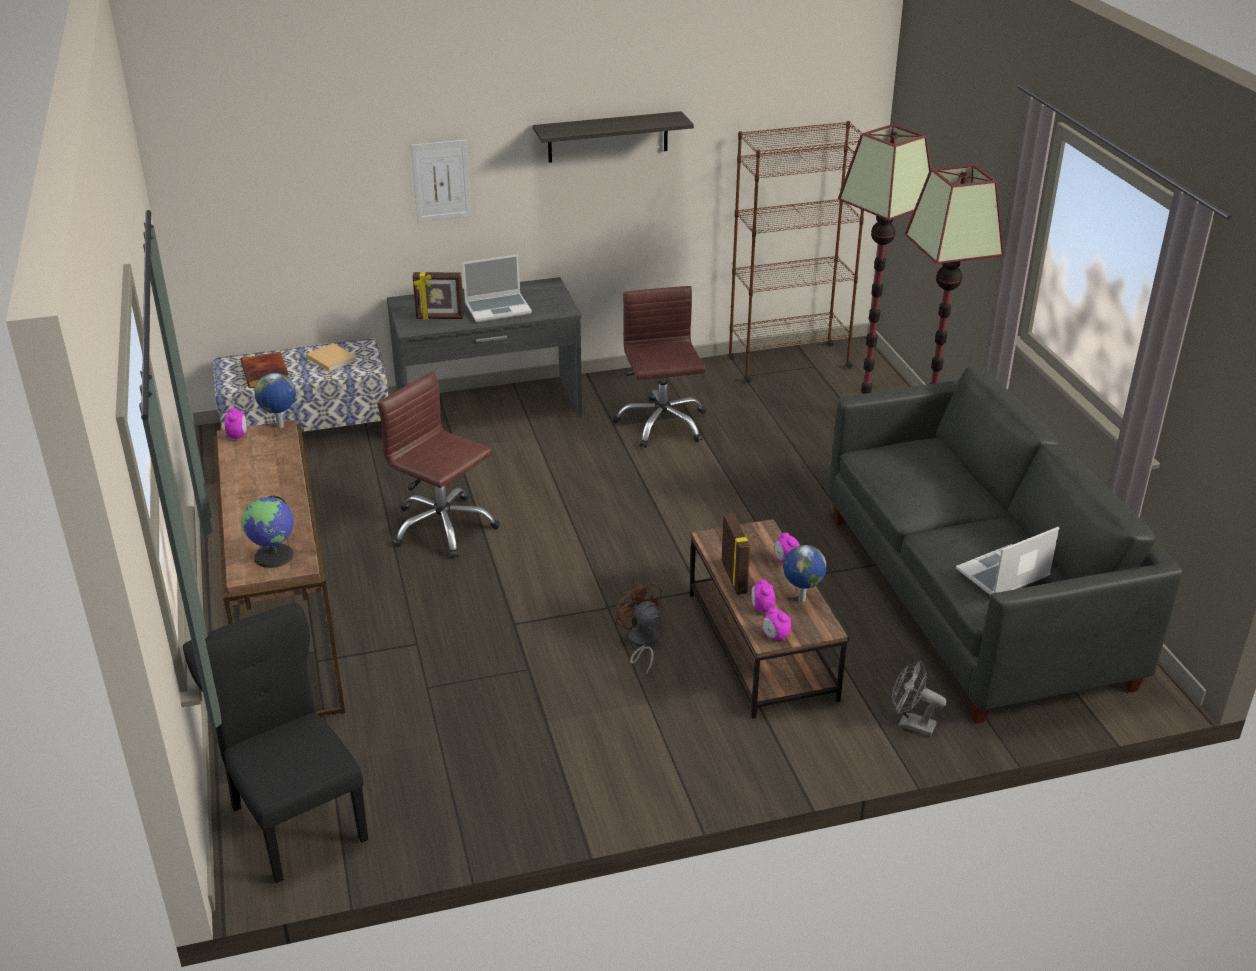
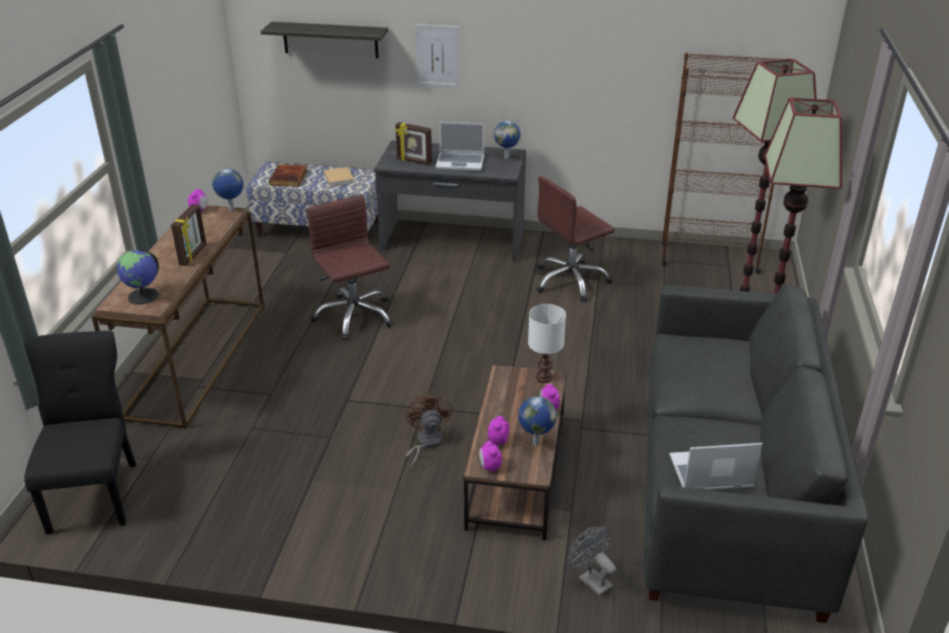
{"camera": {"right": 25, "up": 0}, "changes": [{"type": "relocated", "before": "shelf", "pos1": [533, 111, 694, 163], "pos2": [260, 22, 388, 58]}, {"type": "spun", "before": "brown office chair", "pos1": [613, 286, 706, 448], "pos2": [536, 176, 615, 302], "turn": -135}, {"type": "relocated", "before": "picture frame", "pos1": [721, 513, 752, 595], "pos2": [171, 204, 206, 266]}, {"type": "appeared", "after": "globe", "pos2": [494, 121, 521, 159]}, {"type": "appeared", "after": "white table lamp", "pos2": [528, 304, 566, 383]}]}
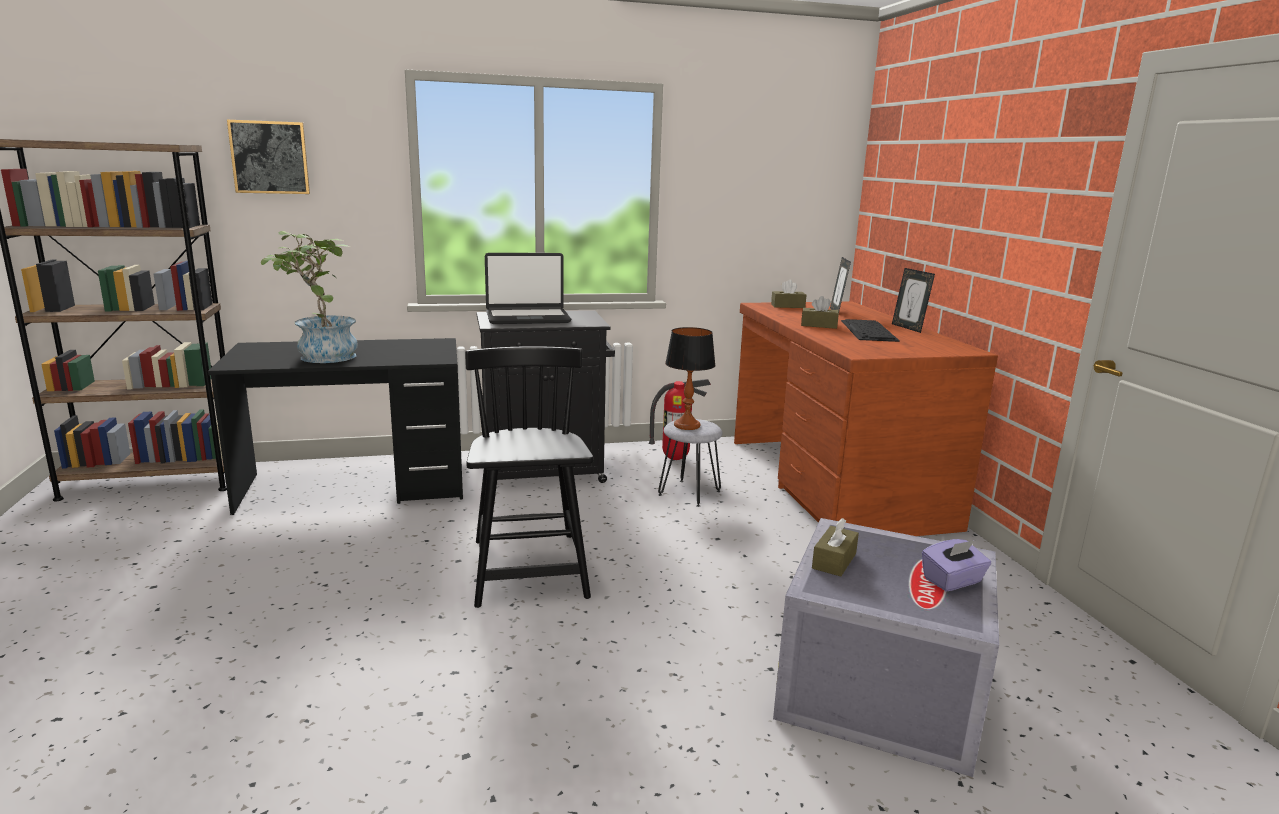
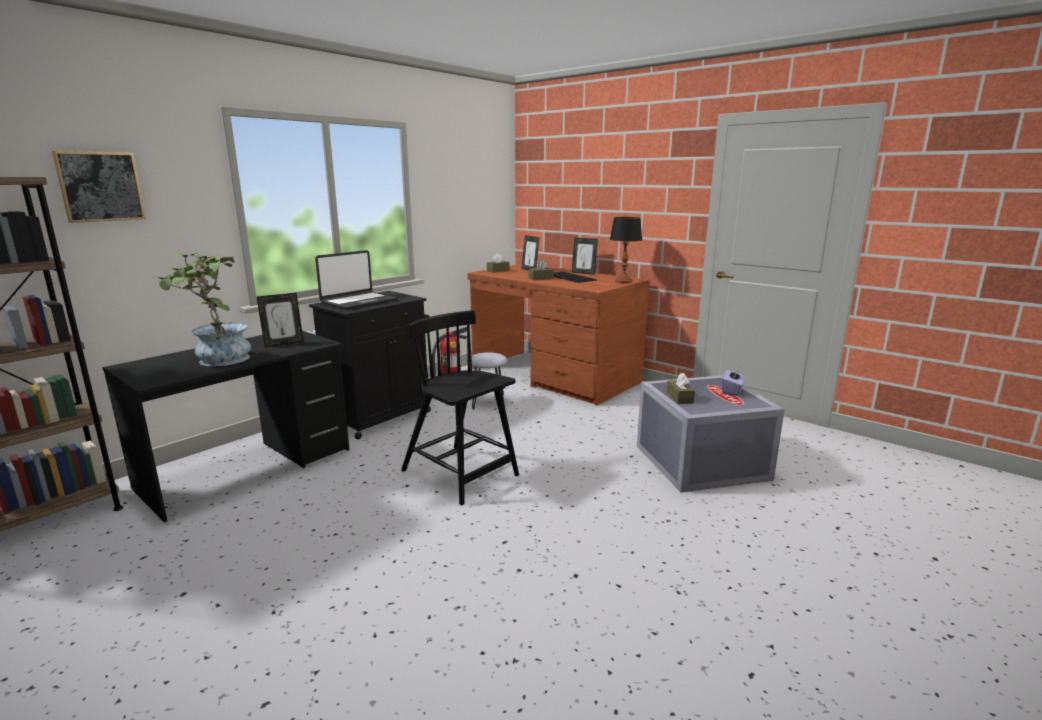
{"camera": {"right": -35, "up": 0}, "changes": [{"type": "relocated", "before": "table lamp", "pos1": [665, 327, 716, 430], "pos2": [610, 217, 642, 283]}, {"type": "appeared", "after": "picture frame", "pos2": [257, 293, 304, 347]}]}
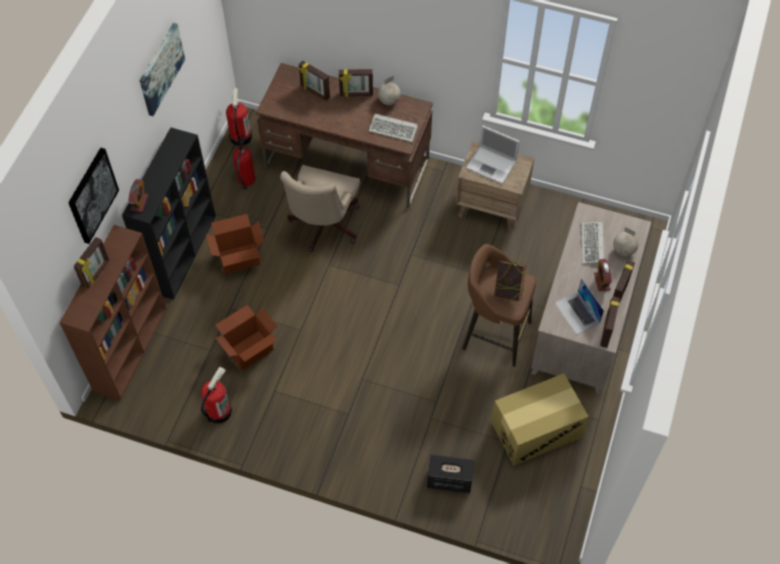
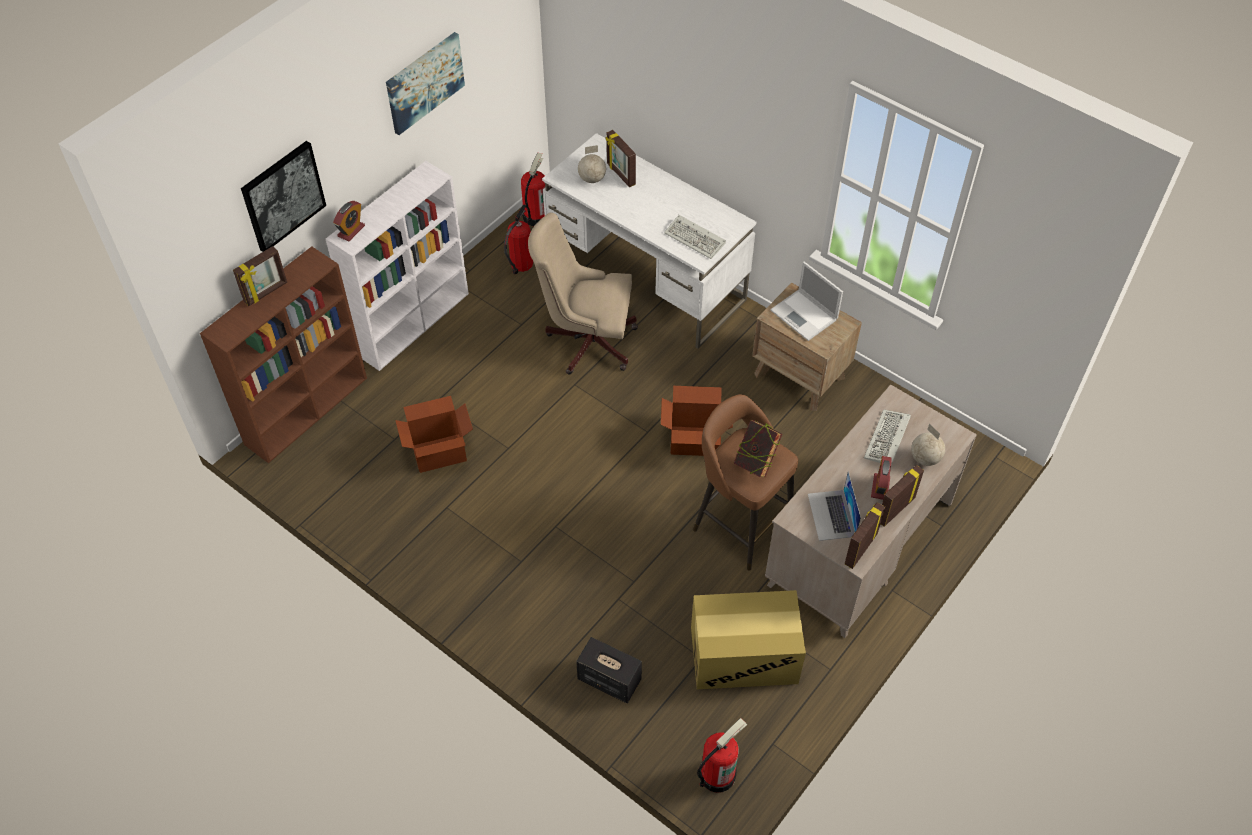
{"camera": {"right": 20, "up": -5}, "changes": [{"type": "colour", "before": "brown desk", "after": "white desk", "pos1": [256, 63, 433, 208], "pos2": [542, 133, 756, 349]}, {"type": "missing", "before": "picture frame", "pos1": [339, 69, 373, 97]}, {"type": "relocated", "before": "globe", "pos1": [378, 75, 401, 105], "pos2": [578, 145, 606, 183]}, {"type": "colour", "before": "black bookcase", "after": "white bookcase", "pos1": [122, 127, 216, 300], "pos2": [326, 161, 469, 371]}, {"type": "spun", "before": "beige office chair", "pos1": [280, 165, 360, 252], "pos2": [528, 213, 638, 375], "turn": 60}, {"type": "relocated", "before": "cardboard box", "pos1": [206, 214, 265, 274], "pos2": [661, 386, 733, 456]}, {"type": "relocated", "before": "fire extinguisher", "pos1": [201, 366, 232, 423], "pos2": [697, 718, 748, 793]}]}
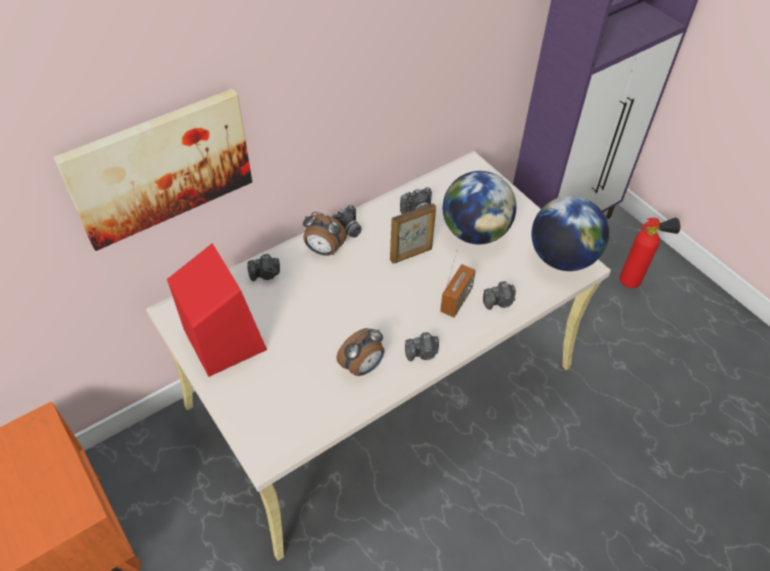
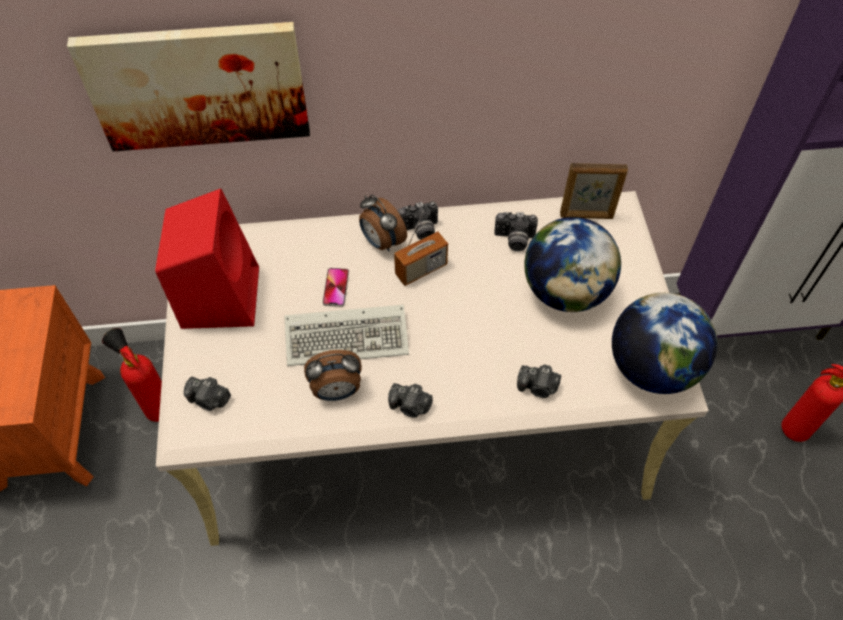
{"camera": {"right": 30, "up": 5}, "changes": [{"type": "relocated", "before": "picture frame", "pos1": [390, 203, 436, 264], "pos2": [560, 163, 628, 219]}, {"type": "relocated", "before": "radio", "pos1": [440, 250, 476, 318], "pos2": [394, 210, 448, 286]}, {"type": "relocated", "before": "photo camera", "pos1": [247, 254, 280, 281], "pos2": [184, 377, 231, 411]}, {"type": "appeared", "after": "phone", "pos2": [322, 268, 349, 307]}, {"type": "appeared", "after": "keyboard", "pos2": [284, 305, 409, 366]}, {"type": "appeared", "after": "fire extinguisher", "pos2": [102, 328, 162, 422]}]}
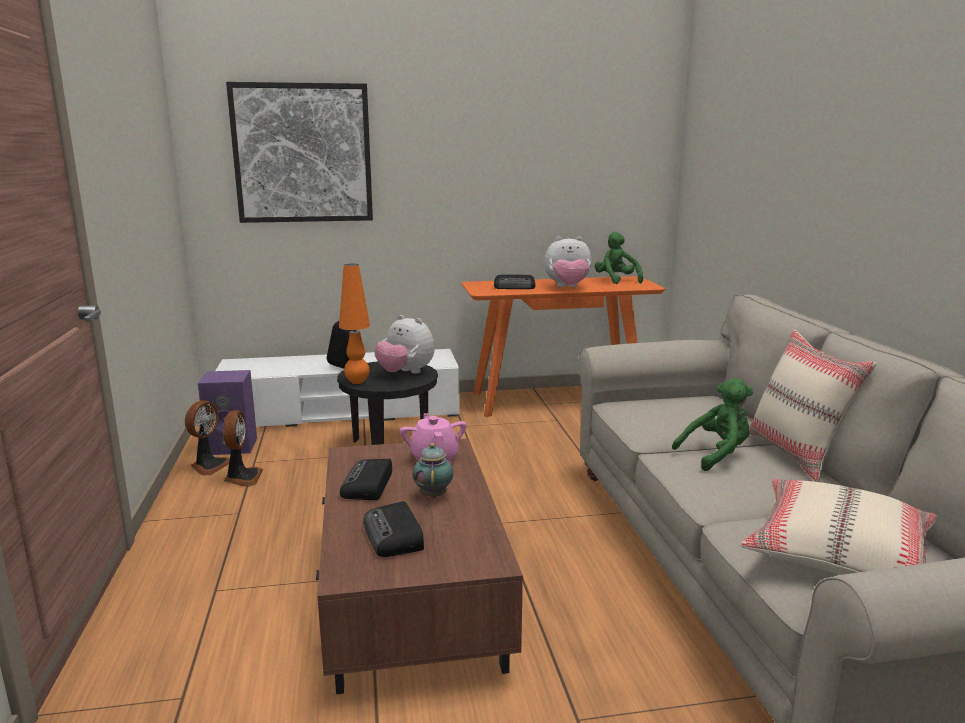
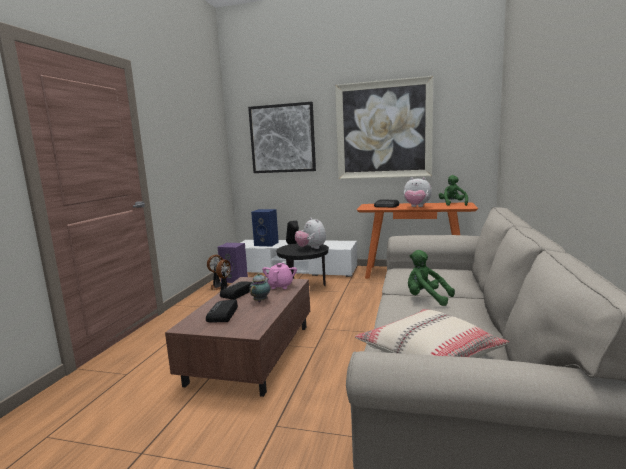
{"camera": {"right": 25, "up": -5}, "changes": [{"type": "missing", "before": "orange table lamp", "pos1": [339, 264, 370, 384]}, {"type": "missing", "before": "beige pillow", "pos1": [749, 330, 877, 482]}, {"type": "spun", "before": "green plush toy", "pos1": [672, 378, 753, 471], "pos2": [408, 250, 455, 306], "turn": -150}, {"type": "appeared", "after": "picture", "pos2": [335, 76, 433, 179]}, {"type": "appeared", "after": "blue speaker", "pos2": [251, 209, 279, 246]}]}
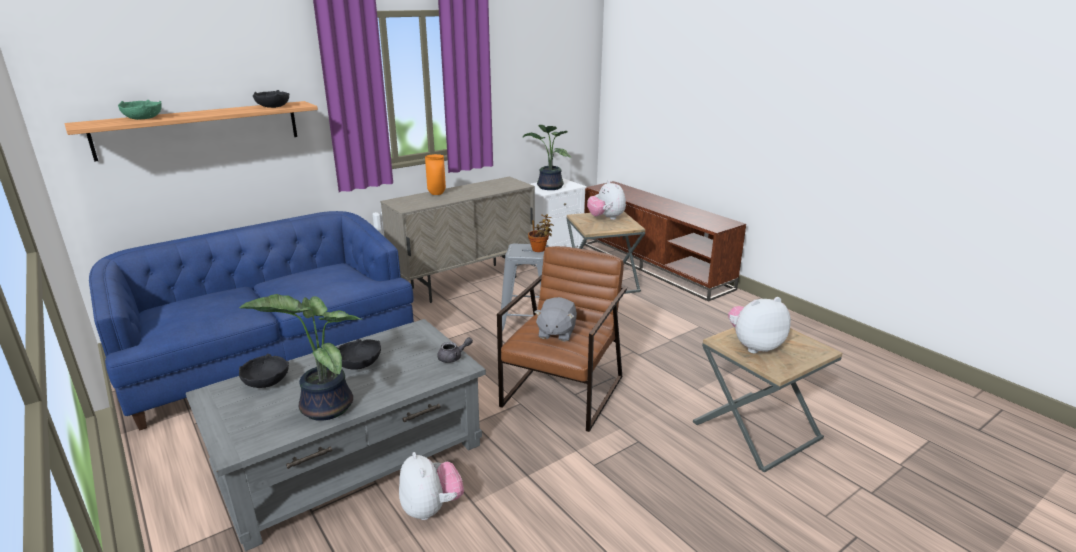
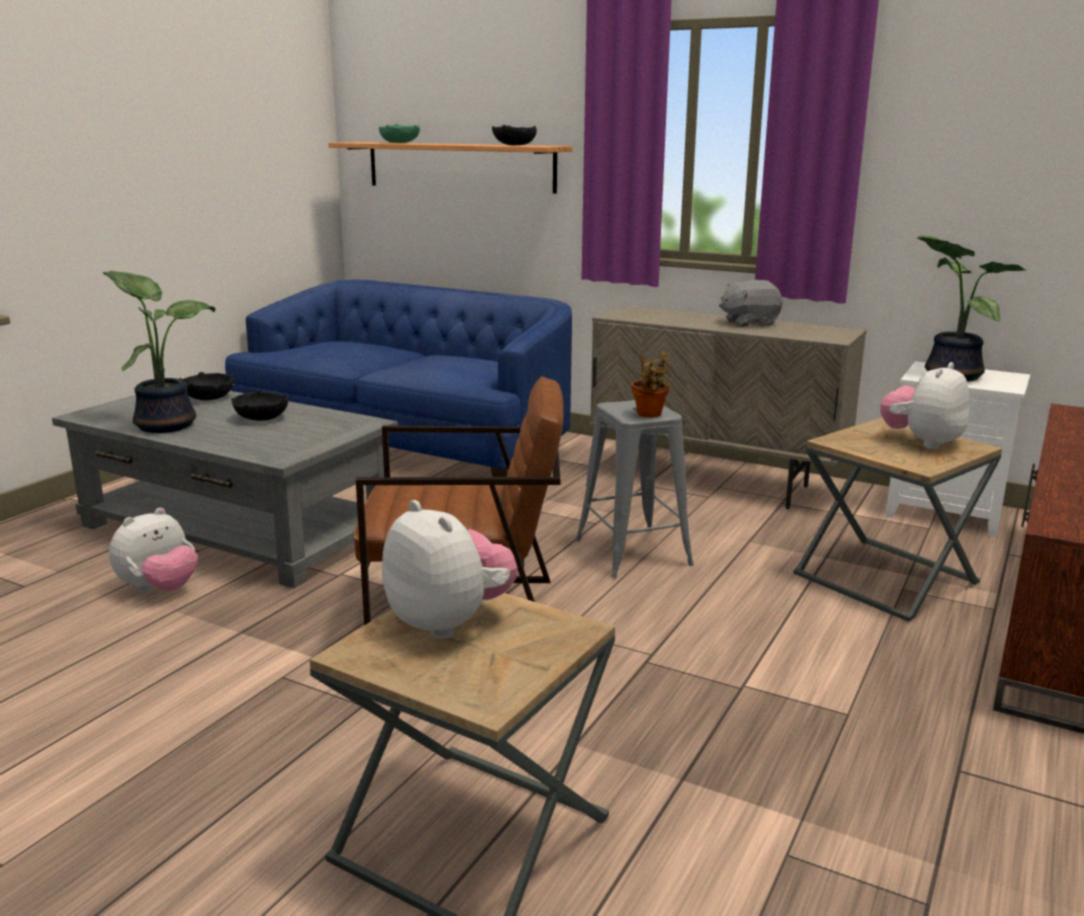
{"camera": {"right": 65, "up": -5}, "changes": [{"type": "missing", "before": "orange vase", "pos1": [425, 154, 446, 195]}, {"type": "relocated", "before": "grey plush toy", "pos1": [534, 297, 577, 341], "pos2": [719, 280, 783, 327]}, {"type": "missing", "before": "grey teapot", "pos1": [437, 337, 473, 363]}]}
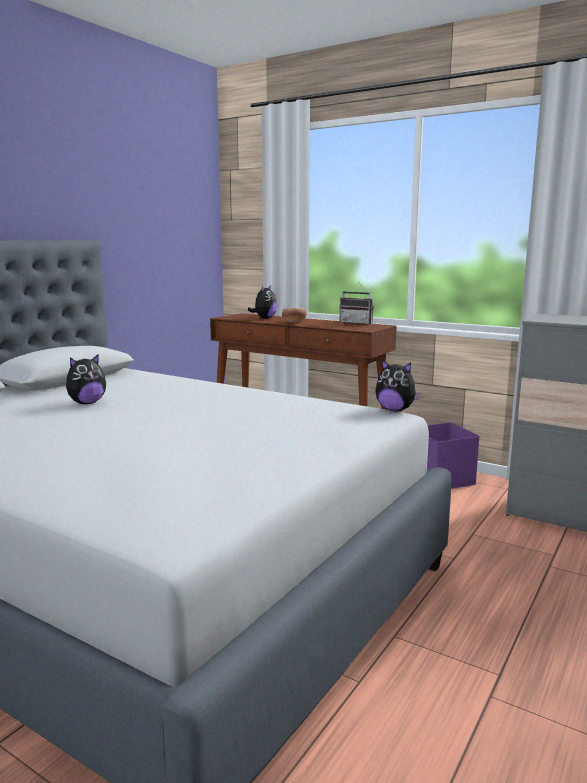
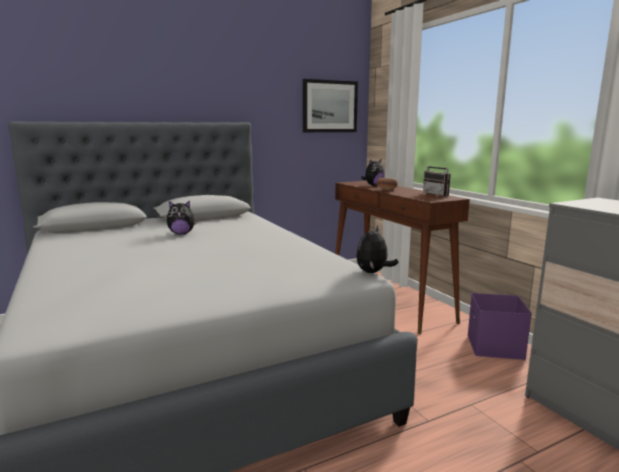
{"camera": {"right": 30, "up": 0}, "changes": [{"type": "spun", "before": "plush toy", "pos1": [375, 360, 422, 411], "pos2": [356, 225, 398, 273], "turn": 60}, {"type": "appeared", "after": "picture", "pos2": [303, 79, 358, 132]}]}
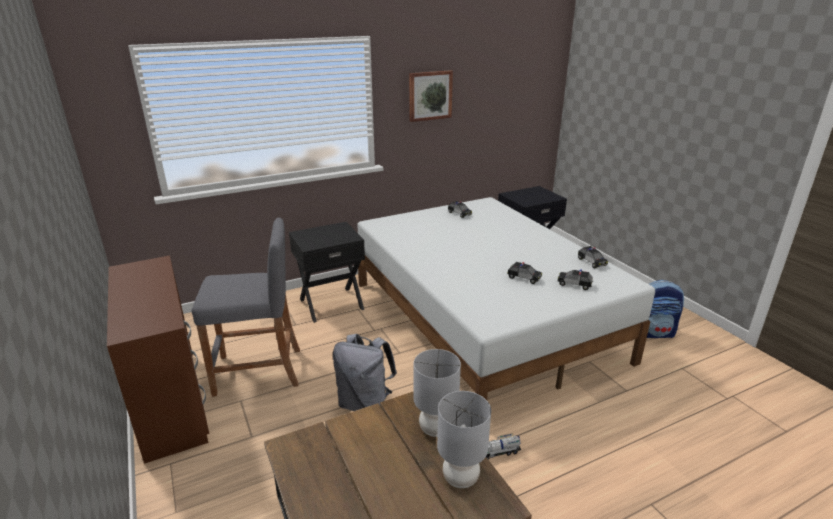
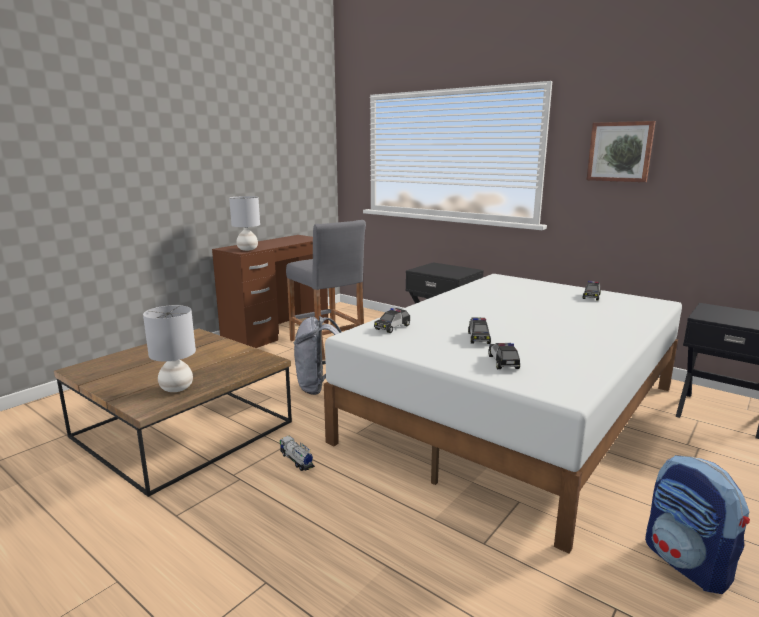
{"camera": {"right": 65, "up": -10}, "changes": [{"type": "relocated", "before": "toy car", "pos1": [578, 246, 608, 268], "pos2": [374, 308, 410, 333]}, {"type": "relocated", "before": "grey table lamp", "pos1": [413, 349, 461, 437], "pos2": [229, 196, 260, 251]}]}
